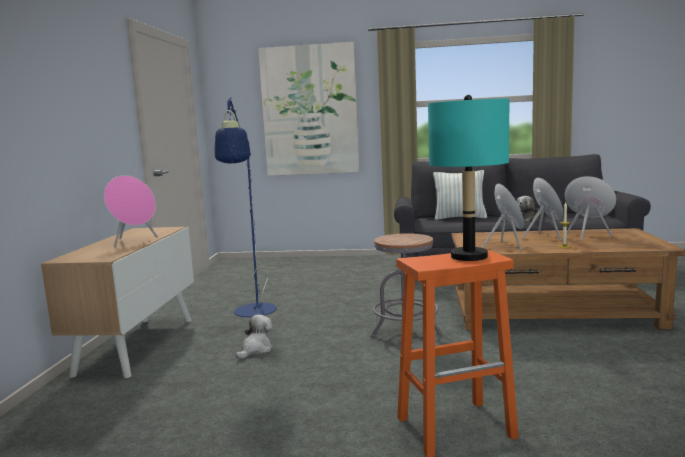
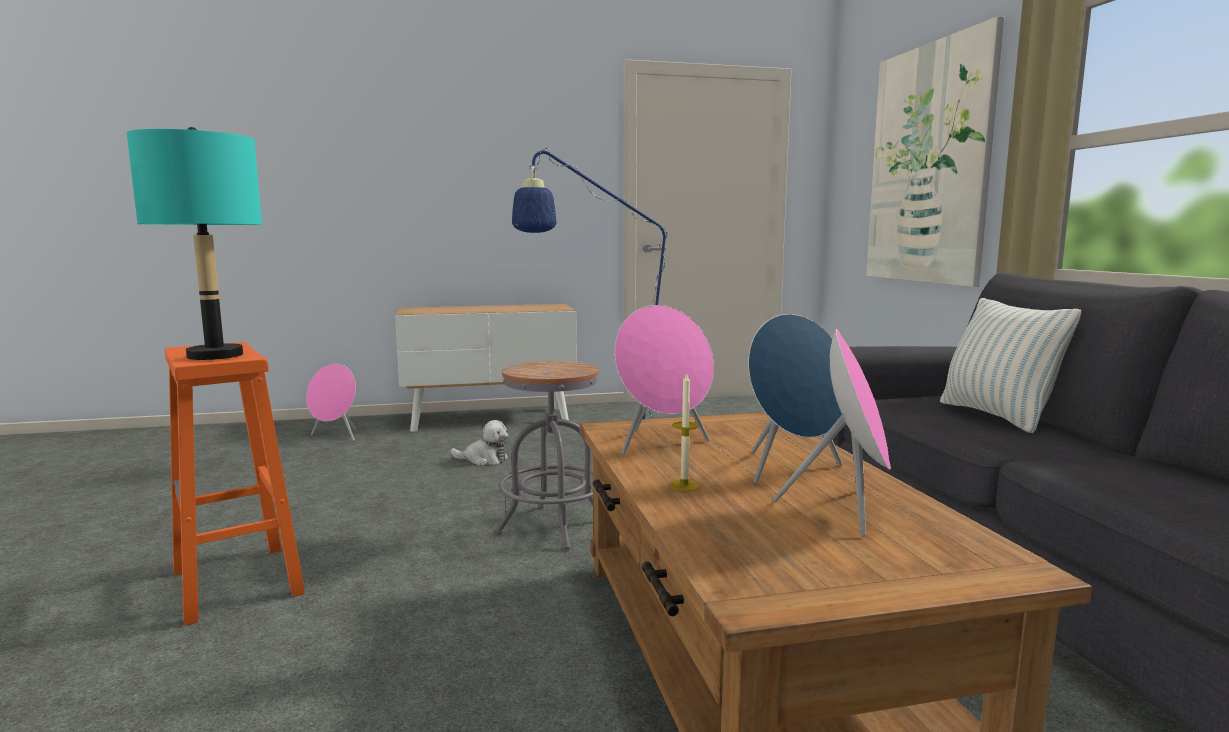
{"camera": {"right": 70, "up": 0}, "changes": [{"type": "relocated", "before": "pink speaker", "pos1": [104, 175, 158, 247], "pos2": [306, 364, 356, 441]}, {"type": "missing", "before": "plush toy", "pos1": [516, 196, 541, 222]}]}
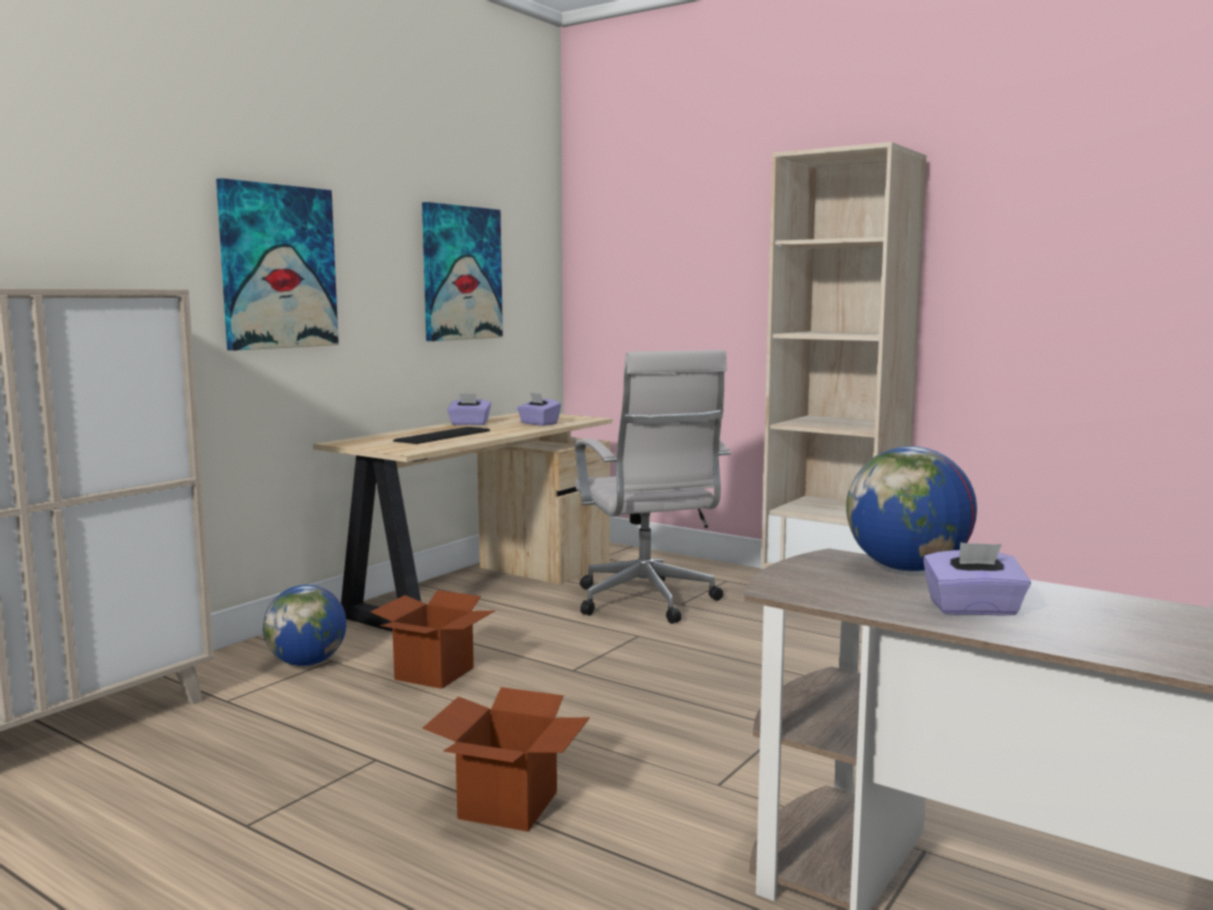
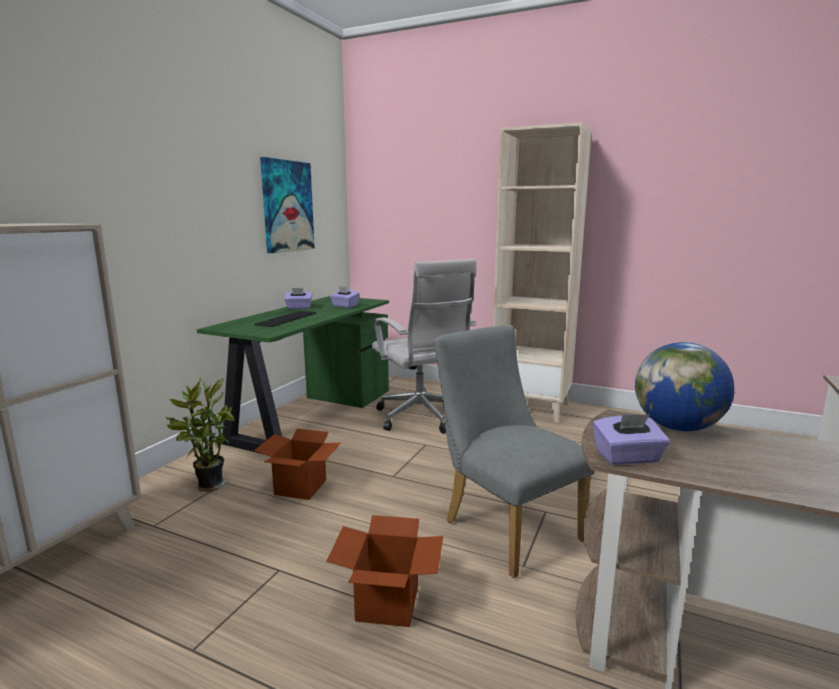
{"camera": {"right": -10, "up": 5}, "changes": [{"type": "missing", "before": "picture", "pos1": [216, 178, 339, 351]}, {"type": "colour", "before": "beige desk", "after": "green desk", "pos1": [313, 412, 612, 632], "pos2": [197, 296, 389, 454]}, {"type": "relocated", "before": "purple tissue box", "pos1": [923, 542, 1031, 616], "pos2": [593, 414, 670, 465]}, {"type": "exchanged", "before": "globe", "after": "potted plant", "pos1": [263, 585, 346, 666], "pos2": [165, 377, 235, 491]}, {"type": "appeared", "after": "grey chair", "pos2": [434, 325, 595, 578]}]}
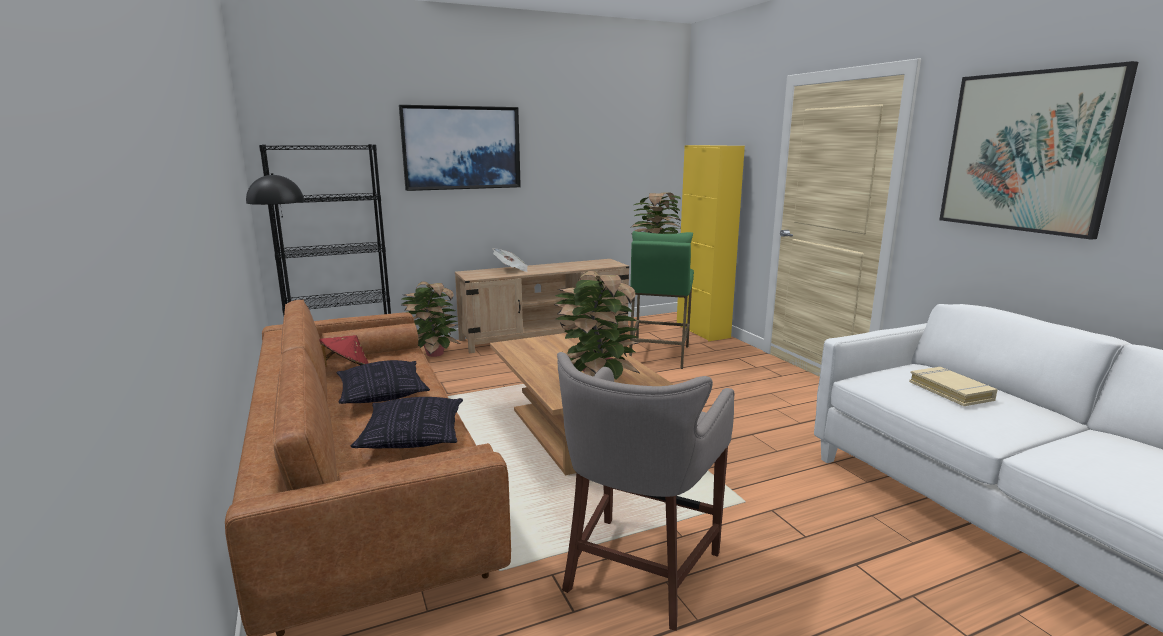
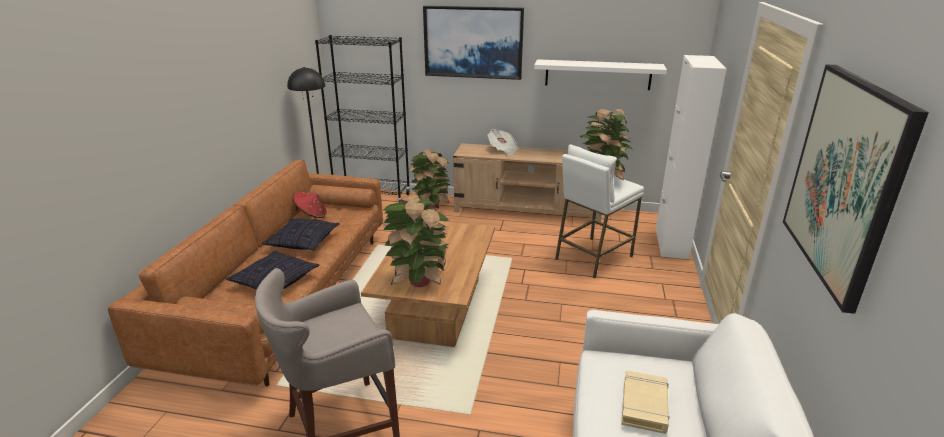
{"camera": {"right": 35, "up": 10}, "changes": [{"type": "colour", "before": "yellow cabinet", "after": "white cabinet", "pos1": [677, 145, 745, 341], "pos2": [656, 55, 726, 259]}, {"type": "colour", "before": "green stool", "after": "white stool", "pos1": [629, 231, 694, 369], "pos2": [555, 144, 644, 278]}, {"type": "appeared", "after": "white shelf", "pos2": [534, 59, 667, 90]}]}
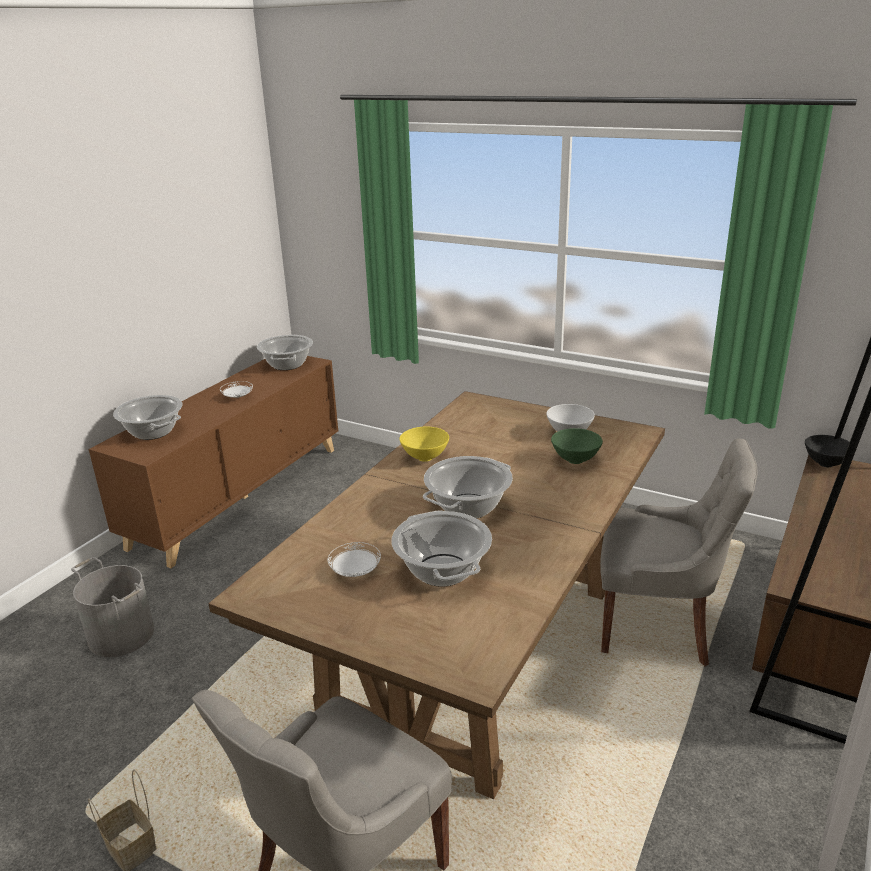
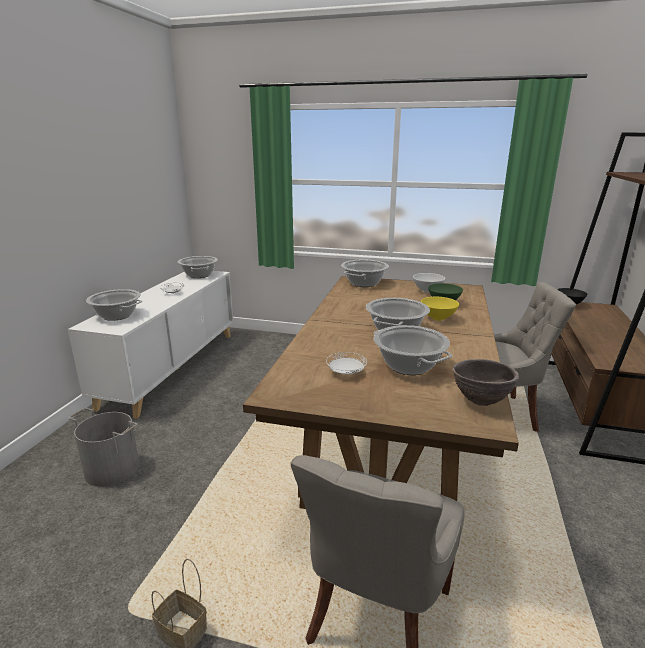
{"camera": {"right": -15, "up": -5}, "changes": [{"type": "colour", "before": "brown cabinet", "after": "white cabinet", "pos1": [88, 356, 338, 568], "pos2": [68, 271, 234, 419]}, {"type": "relocated", "before": "yellow bowl", "pos1": [400, 427, 449, 462], "pos2": [421, 297, 459, 321]}, {"type": "appeared", "after": "cooking pot", "pos2": [341, 259, 389, 287]}, {"type": "appeared", "after": "brown bowl", "pos2": [452, 359, 519, 406]}]}
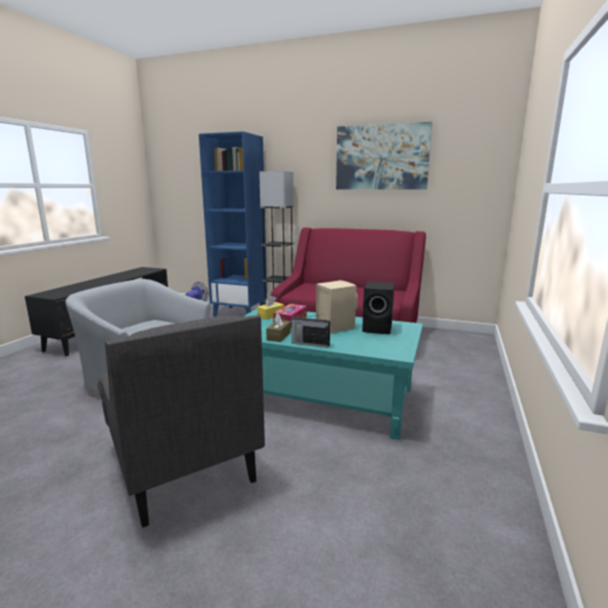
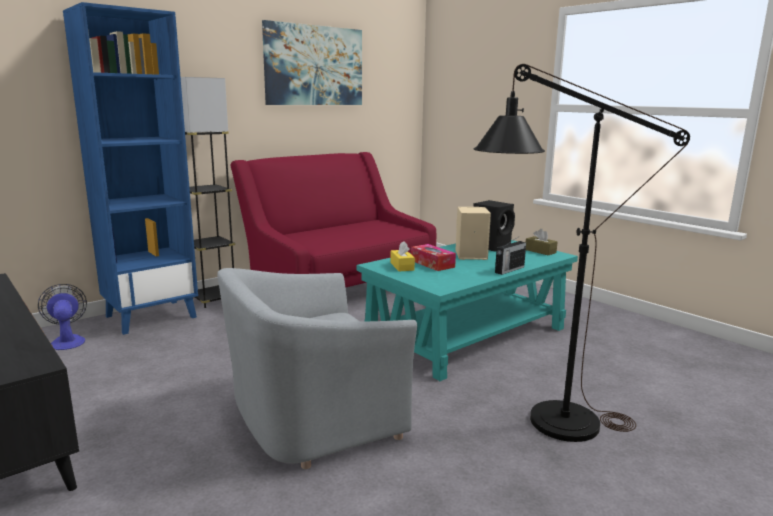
{"camera": {"right": -60, "up": 0}, "changes": [{"type": "relocated", "before": "brown tissue box", "pos1": [266, 313, 291, 342], "pos2": [526, 229, 558, 255]}, {"type": "exchanged", "before": "grey armchair", "after": "black floor lamp", "pos1": [98, 314, 265, 528], "pos2": [474, 64, 690, 442]}]}
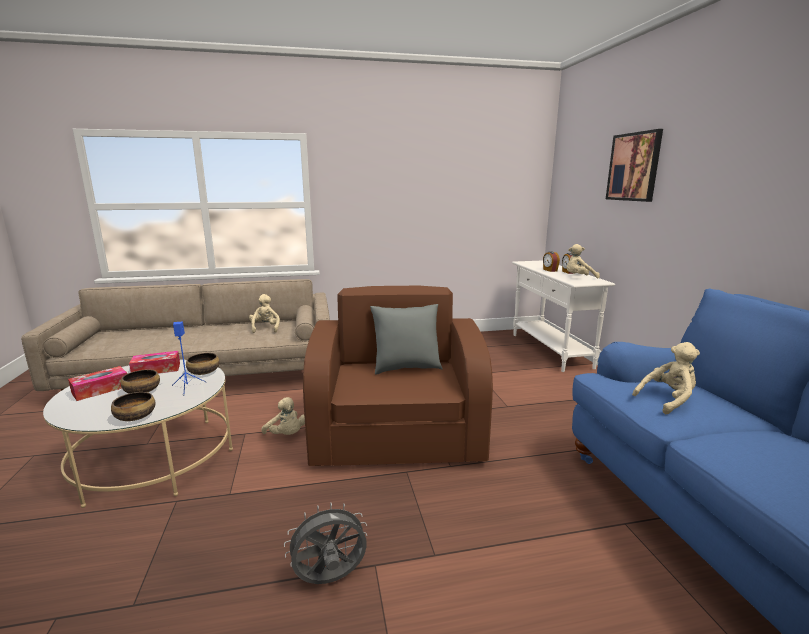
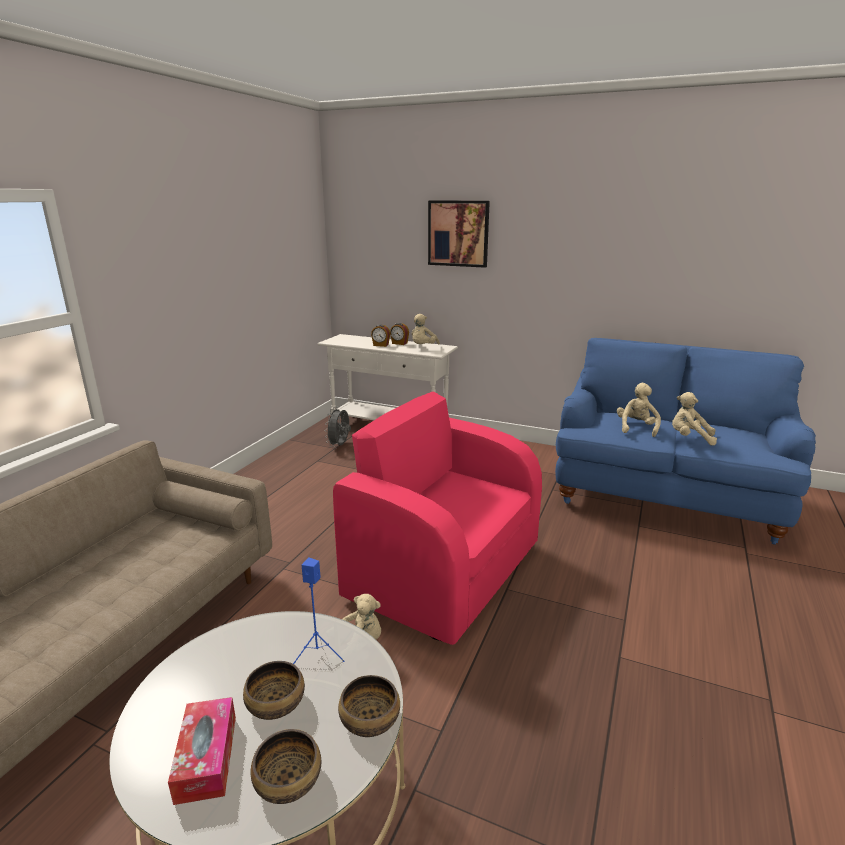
{"camera": {"right": -55, "up": 5}, "changes": [{"type": "colour", "before": "brown armchair", "after": "pink armchair", "pos1": [303, 286, 493, 466], "pos2": [333, 391, 542, 645]}, {"type": "relocated", "before": "beige plush toy", "pos1": [249, 294, 280, 333], "pos2": [672, 392, 717, 446]}, {"type": "missing", "before": "grey pillow", "pos1": [370, 304, 442, 375]}, {"type": "missing", "before": "tissue box", "pos1": [129, 351, 180, 373]}, {"type": "relocated", "before": "bowl", "pos1": [186, 353, 220, 375], "pos2": [251, 729, 321, 804]}, {"type": "relocated", "before": "grey fan", "pos1": [284, 503, 367, 584], "pos2": [325, 407, 351, 447]}]}
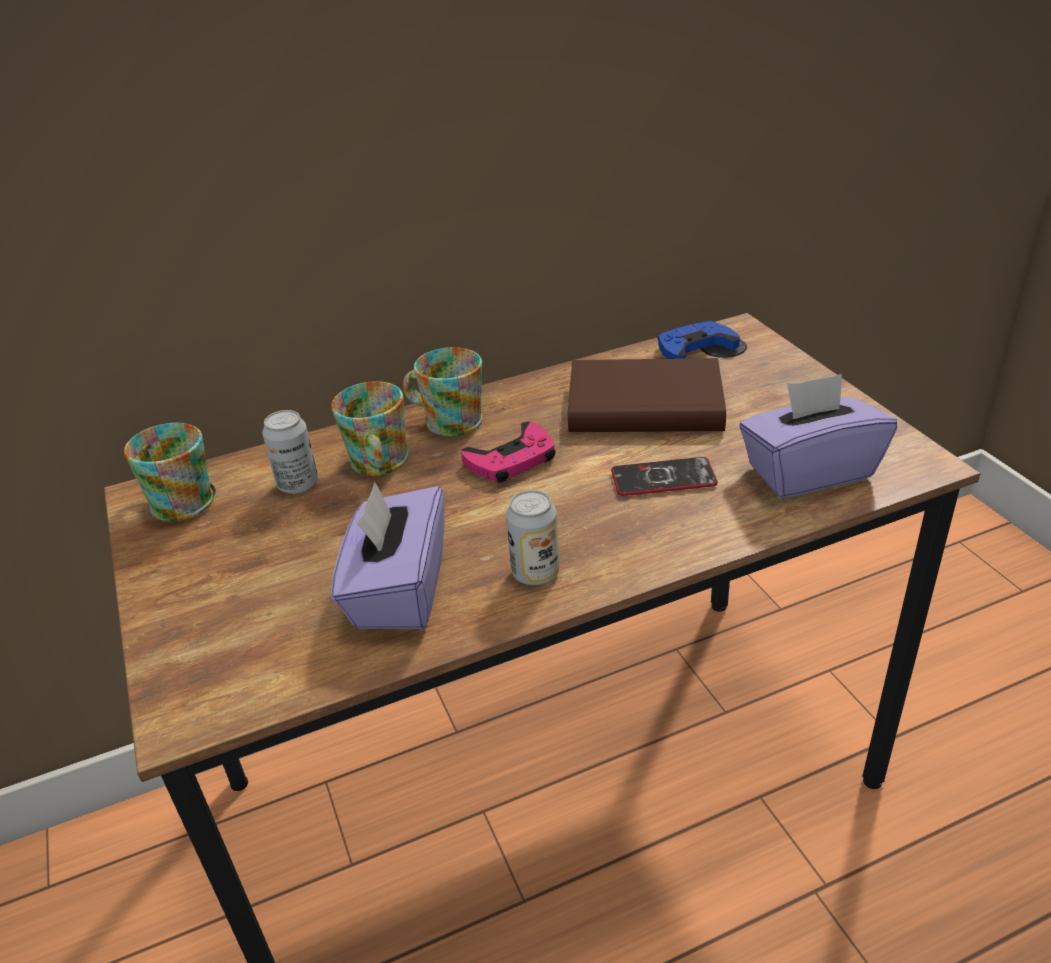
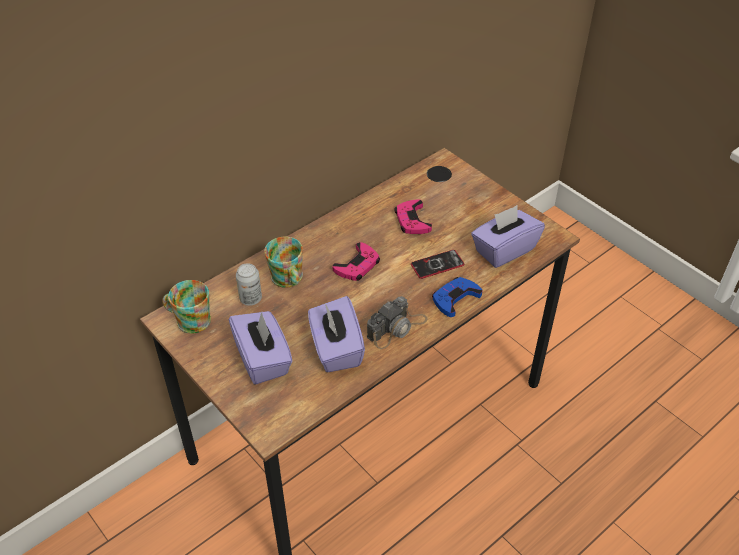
{"camera": {"right": -20, "up": 10}, "changes": [{"type": "relocated", "before": "blue game controller", "pos1": [658, 321, 740, 359], "pos2": [432, 277, 483, 317]}, {"type": "missing", "before": "mug", "pos1": [403, 347, 483, 436]}, {"type": "exchanged", "before": "brown book", "after": "pink game controller", "pos1": [568, 358, 726, 432], "pos2": [394, 200, 432, 234]}, {"type": "exchanged", "before": "can", "after": "photo camera", "pos1": [506, 490, 559, 585], "pos2": [367, 296, 428, 349]}, {"type": "appeared", "after": "purple tissue box", "pos2": [229, 311, 293, 384]}]}
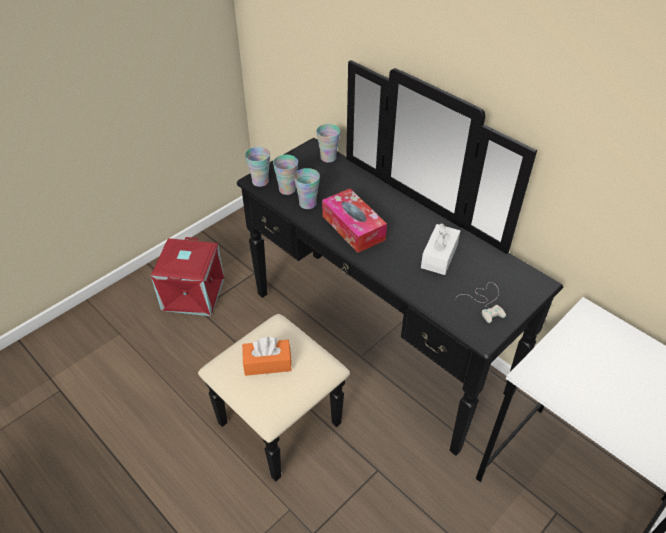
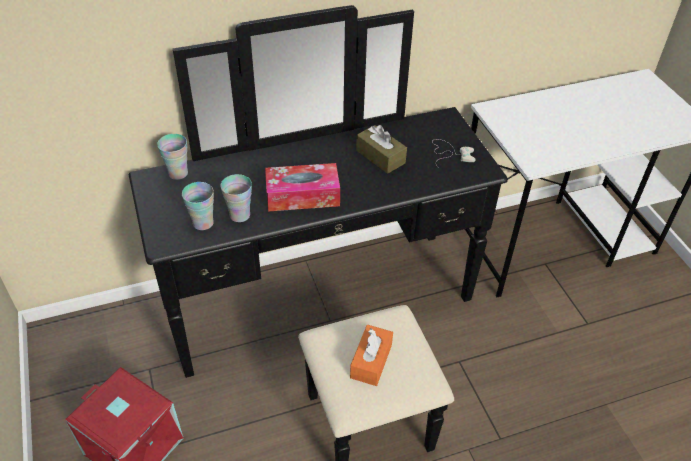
{"camera": {"right": -65, "up": 0}, "changes": [{"type": "missing", "before": "cup", "pos1": [245, 147, 270, 187]}, {"type": "colour", "before": "white tissue box", "after": "brown tissue box", "pos1": [421, 223, 460, 275], "pos2": [356, 125, 407, 174]}]}
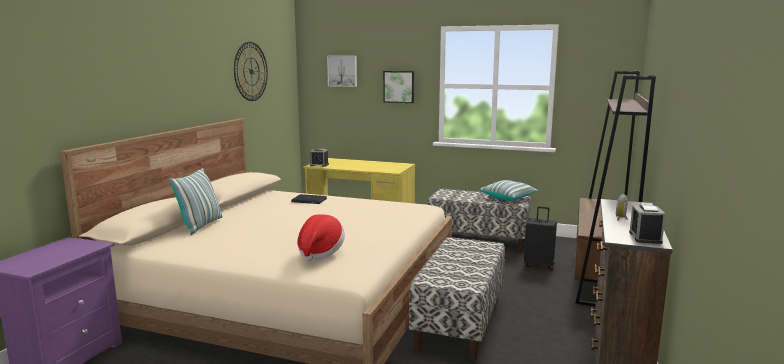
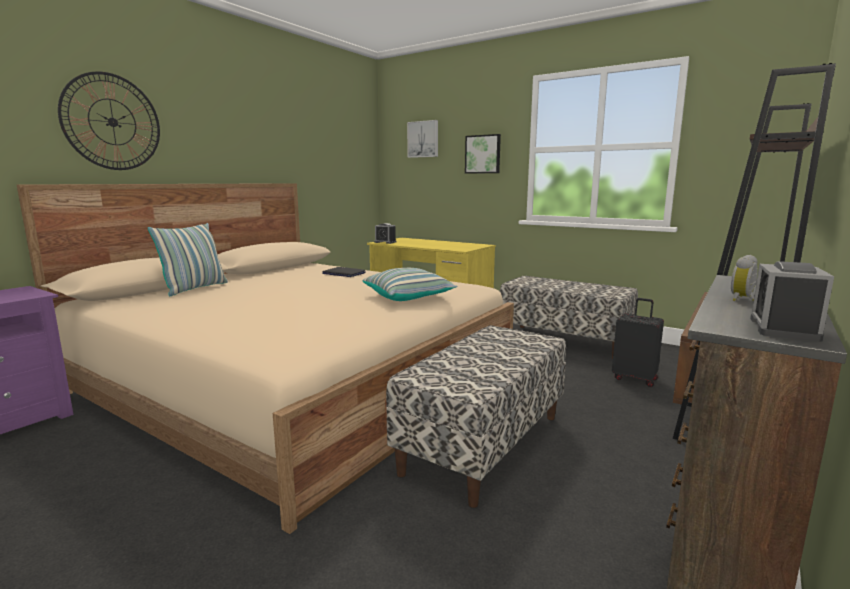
{"camera": {"right": 15, "up": 0}, "changes": [{"type": "relocated", "before": "wall clock", "pos1": [234, 42, 268, 101], "pos2": [58, 71, 160, 170]}, {"type": "relocated", "before": "pillow", "pos1": [479, 180, 539, 201], "pos2": [363, 268, 457, 301]}, {"type": "missing", "before": "hat", "pos1": [297, 214, 345, 262]}]}
